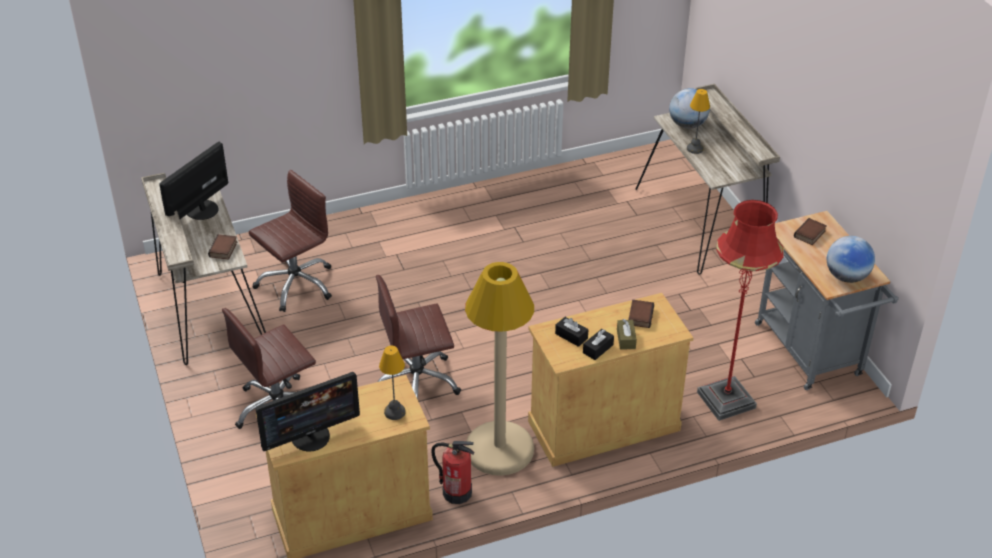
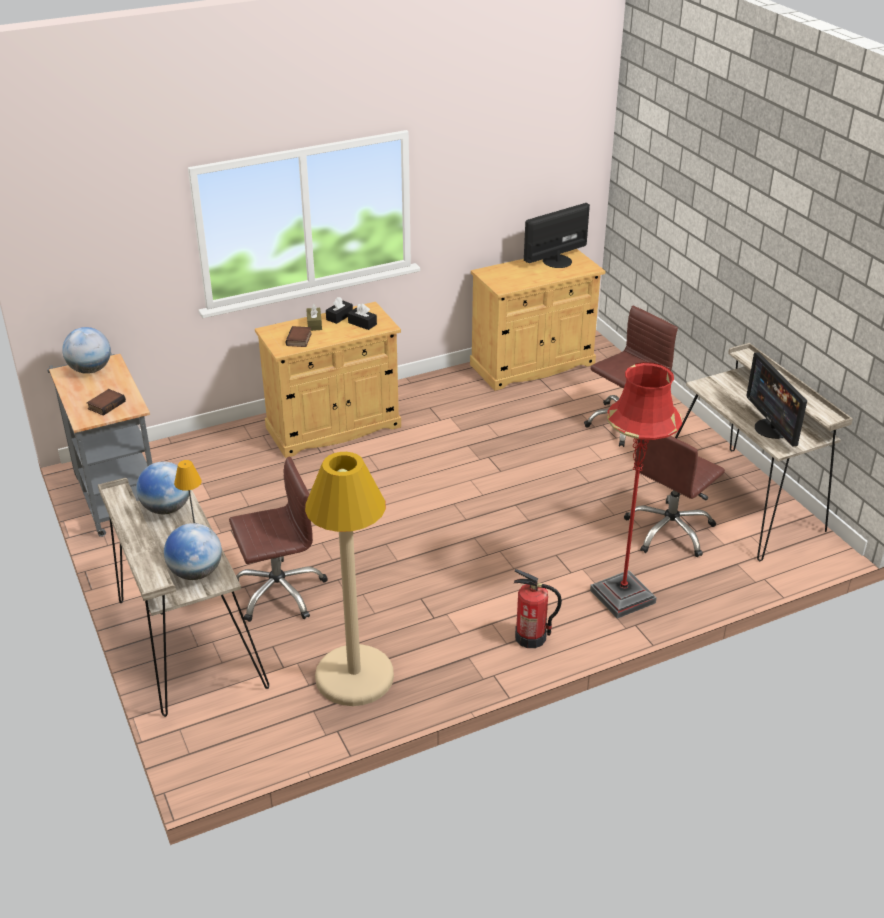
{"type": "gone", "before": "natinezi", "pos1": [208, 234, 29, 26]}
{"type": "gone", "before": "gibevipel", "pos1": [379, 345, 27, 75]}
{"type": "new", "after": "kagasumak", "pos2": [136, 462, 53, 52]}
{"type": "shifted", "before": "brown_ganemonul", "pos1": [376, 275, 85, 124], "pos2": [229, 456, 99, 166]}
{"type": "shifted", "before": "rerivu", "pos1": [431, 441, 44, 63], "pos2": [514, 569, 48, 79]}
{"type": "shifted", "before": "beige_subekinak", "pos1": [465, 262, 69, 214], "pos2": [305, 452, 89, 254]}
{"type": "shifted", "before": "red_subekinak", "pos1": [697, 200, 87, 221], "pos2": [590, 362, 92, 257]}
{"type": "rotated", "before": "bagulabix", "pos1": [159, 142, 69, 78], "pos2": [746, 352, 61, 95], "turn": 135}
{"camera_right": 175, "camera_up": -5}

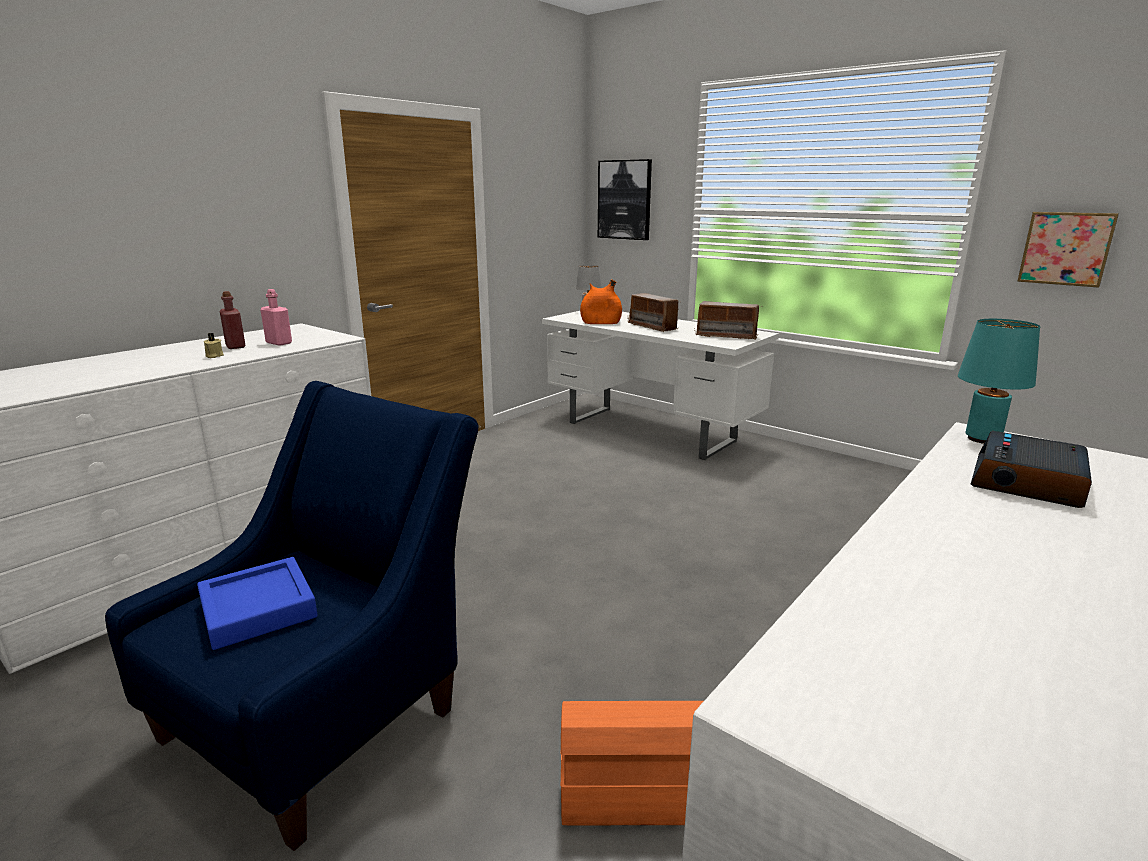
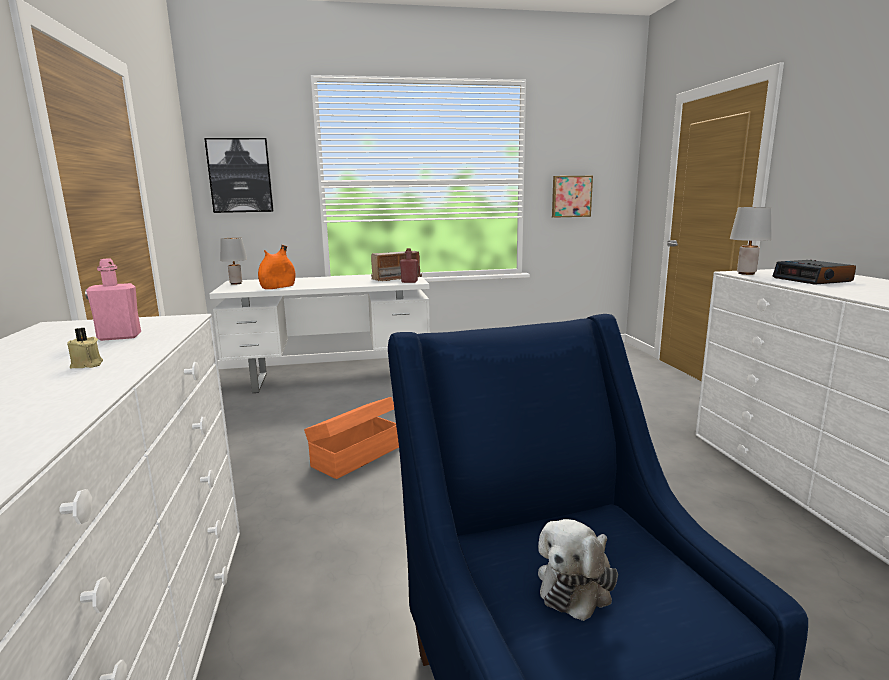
{"type": "gone", "before": "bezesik", "pos1": [628, 293, 52, 39]}
{"type": "shifted", "before": "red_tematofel", "pos1": [220, 291, 26, 58], "pos2": [400, 248, 18, 35]}
{"type": "shifted", "before": "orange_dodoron", "pos1": [560, 701, 144, 124], "pos2": [304, 397, 95, 82]}
{"type": "swapped", "before": "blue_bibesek", "after": "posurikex", "pos1": [197, 557, 120, 93], "pos2": [538, 519, 80, 102]}
{"type": "repainted", "before": "turquoise_gibevipel", "after": "grey_gibevipel", "pos1": [958, 319, 82, 125], "pos2": [730, 207, 41, 68]}
{"camera_right": -50, "camera_up": -5}

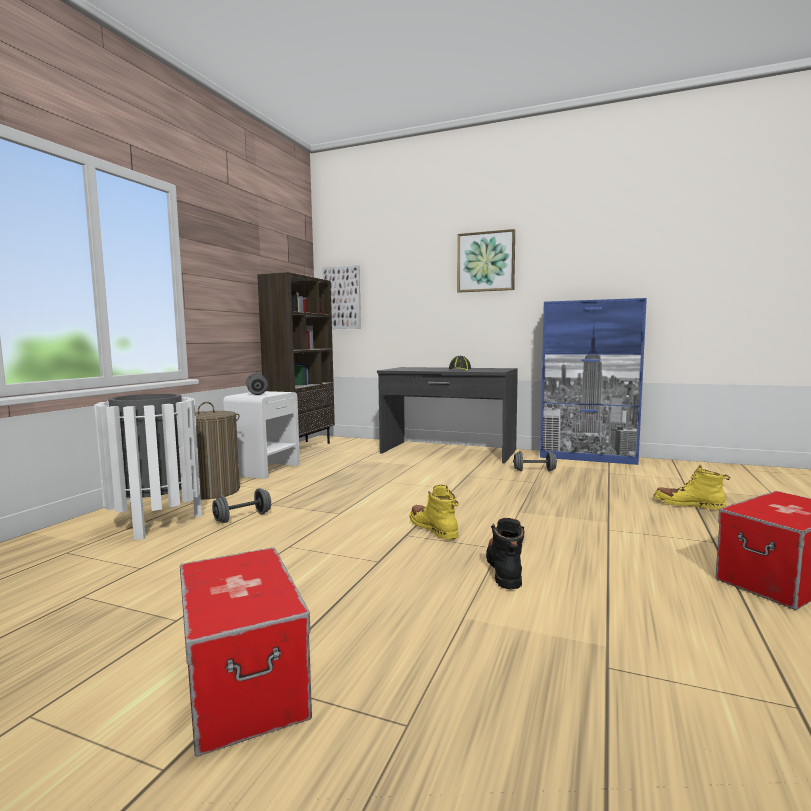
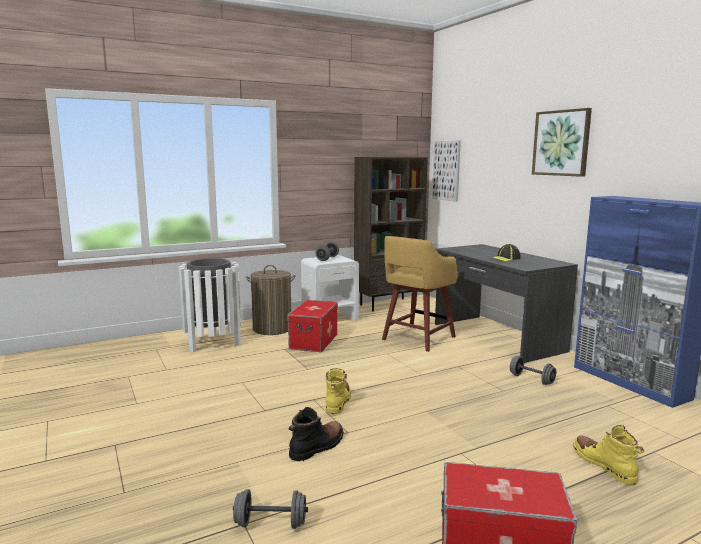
{"type": "new", "after": "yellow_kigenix", "pos2": [382, 236, 76, 116]}
{"type": "shifted", "before": "dodoron", "pos1": [180, 547, 132, 209], "pos2": [287, 300, 51, 52]}
{"type": "shifted", "before": "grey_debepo", "pos1": [212, 488, 59, 35], "pos2": [233, 489, 75, 40]}
{"camera_right": 40, "camera_up": 5}

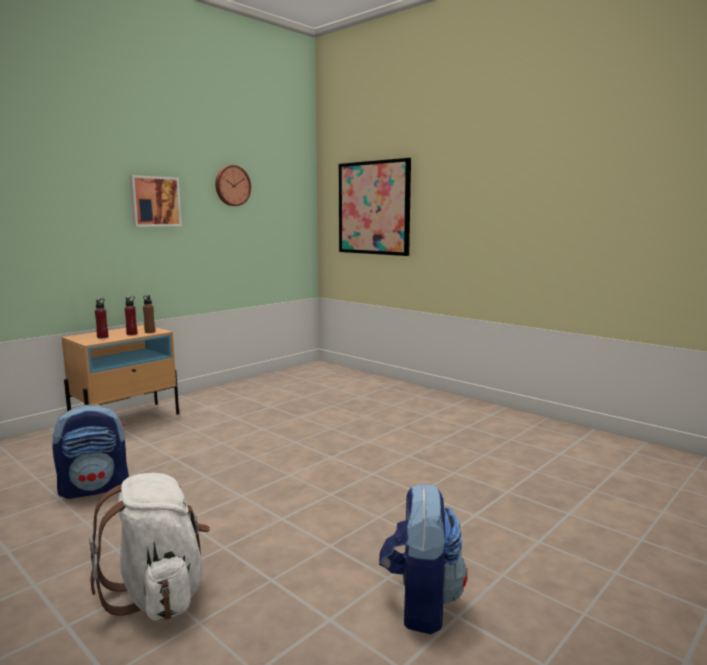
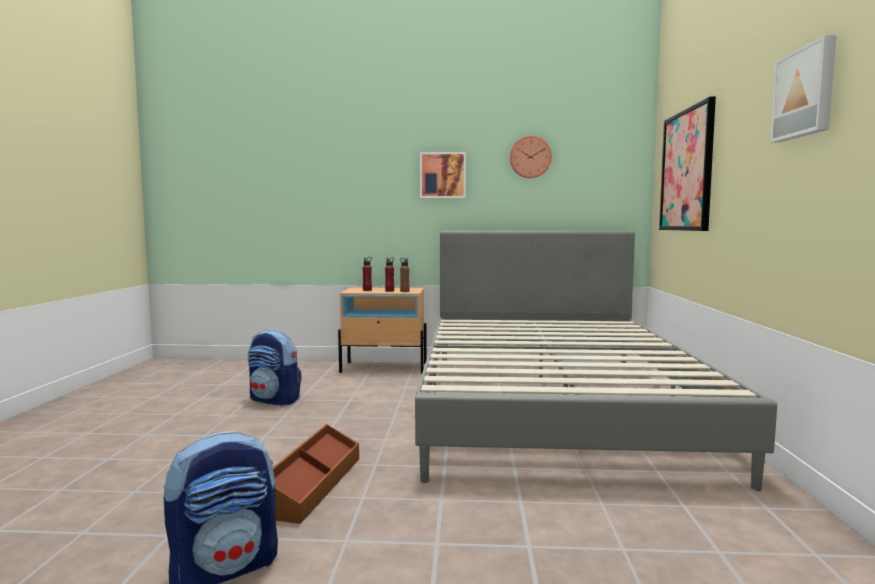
{"type": "gone", "before": "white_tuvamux", "pos1": [89, 473, 121, 148]}
{"type": "new", "after": "brown_dodoron", "pos2": [273, 424, 86, 100]}
{"type": "new", "after": "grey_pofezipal", "pos2": [415, 231, 362, 260]}
{"type": "new", "after": "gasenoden", "pos2": [770, 35, 66, 108]}
{"camera_right": 50, "camera_up": -5}

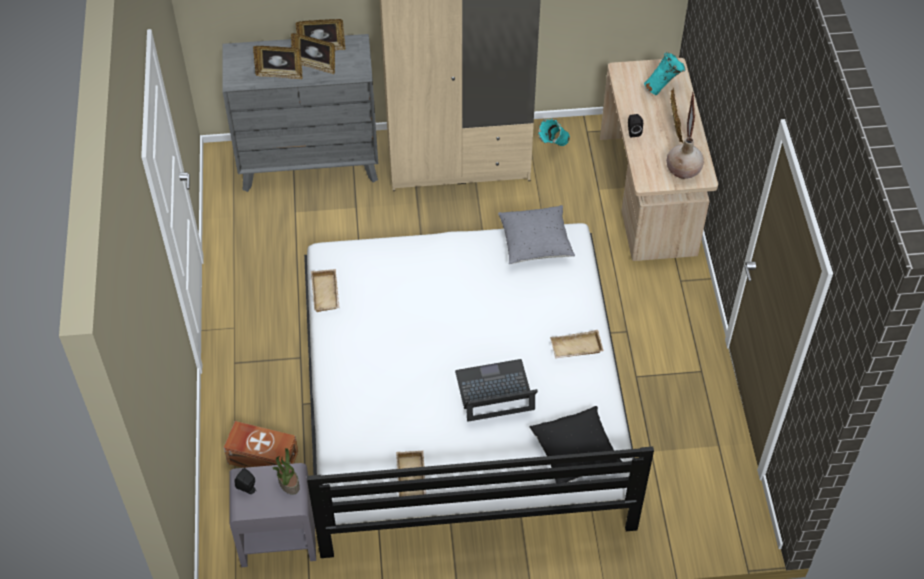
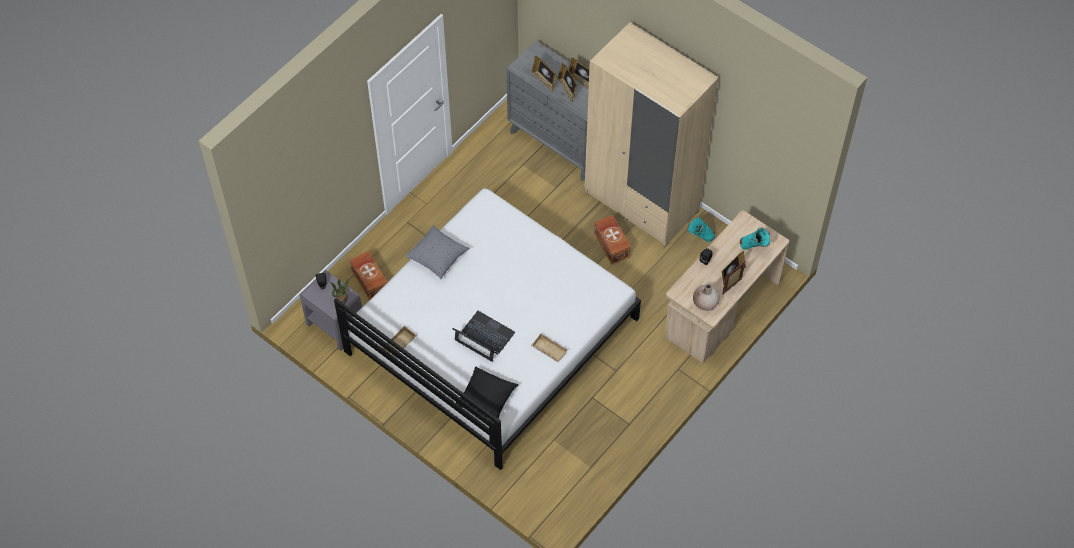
{"type": "gone", "before": "beige_bibesek", "pos1": [311, 269, 29, 43]}
{"type": "new", "after": "brown_dodoron", "pos2": [594, 215, 37, 50]}
{"type": "shifted", "before": "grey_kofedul", "pos1": [498, 205, 77, 59], "pos2": [405, 225, 64, 54]}
{"camera_right": 45, "camera_up": 5}

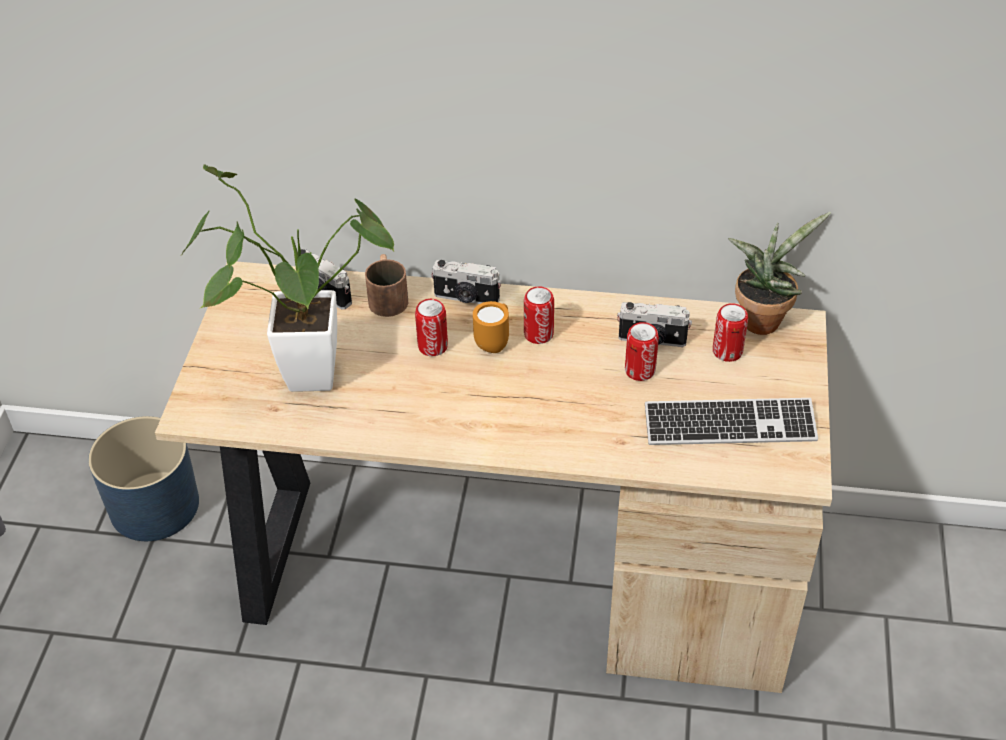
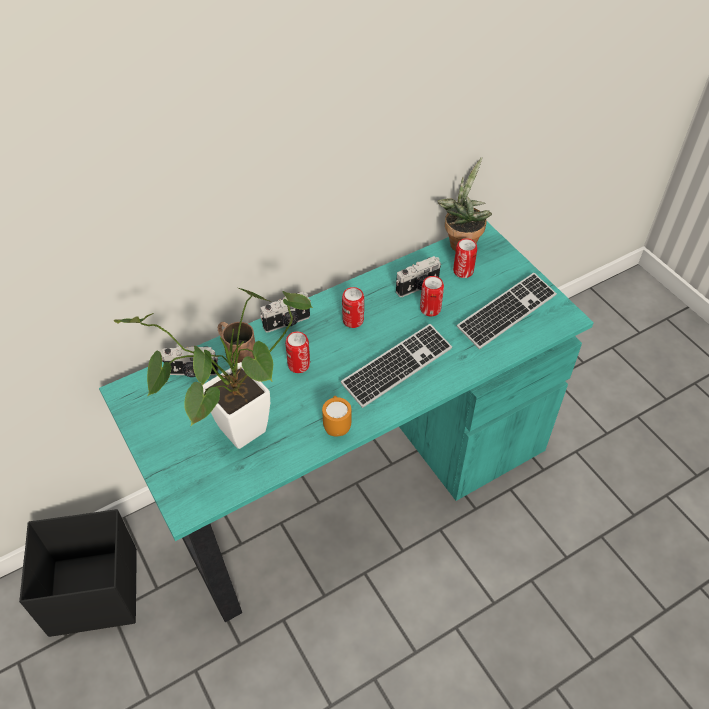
{"type": "new", "after": "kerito", "pos2": [341, 324, 111, 84]}
{"type": "shifted", "before": "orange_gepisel", "pos1": [473, 301, 36, 52], "pos2": [322, 396, 29, 40]}
{"type": "swapped", "before": "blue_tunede", "after": "black_dodoron", "pos1": [88, 416, 111, 125], "pos2": [19, 509, 118, 128]}
{"type": "repainted", "before": "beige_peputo", "after": "turquoise_peputo", "pos1": [155, 261, 677, 432], "pos2": [99, 221, 495, 401]}
{"camera_right": -40, "camera_up": 5}

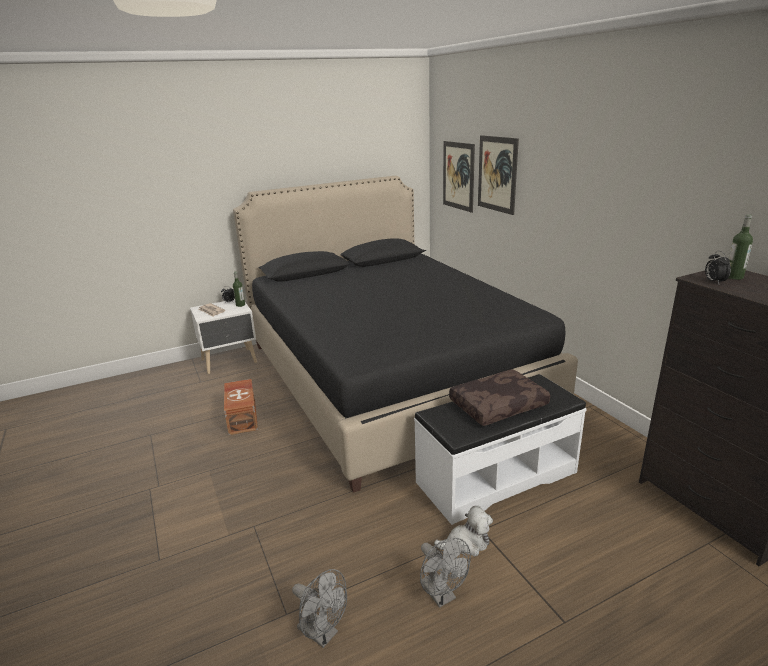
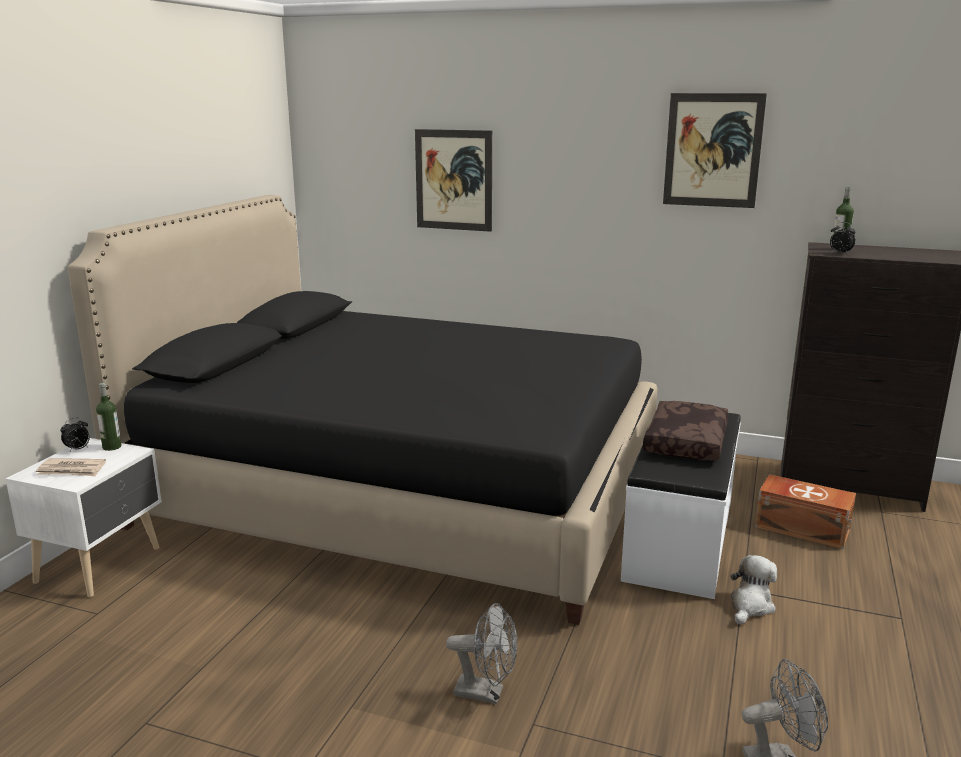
{"type": "shifted", "before": "brown_dodoron", "pos1": [224, 379, 34, 56], "pos2": [755, 474, 101, 75]}
{"type": "shifted", "before": "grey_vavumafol", "pos1": [420, 538, 51, 70], "pos2": [446, 603, 71, 101]}
{"type": "shifted", "before": "gasenoden", "pos1": [443, 141, 32, 72], "pos2": [663, 93, 104, 115]}
{"camera_right": -45, "camera_up": -5}

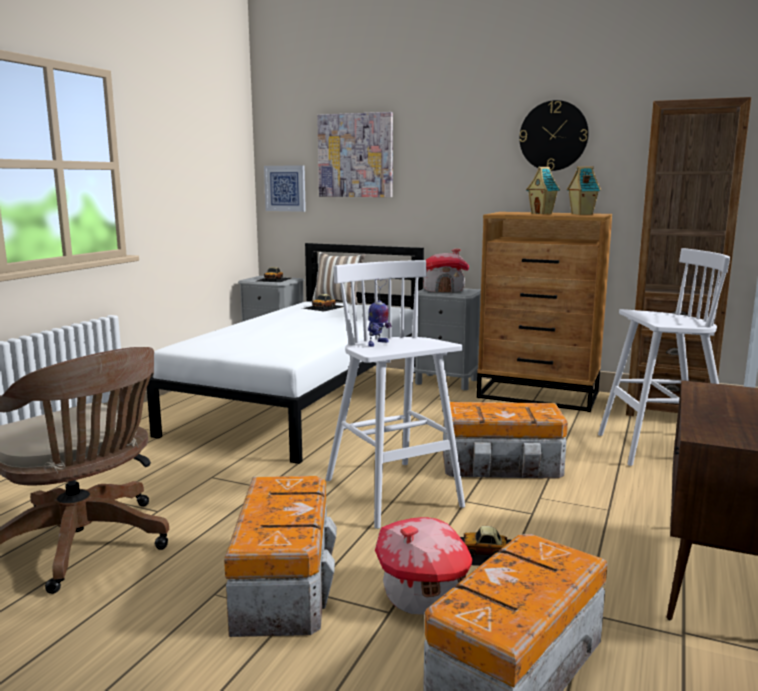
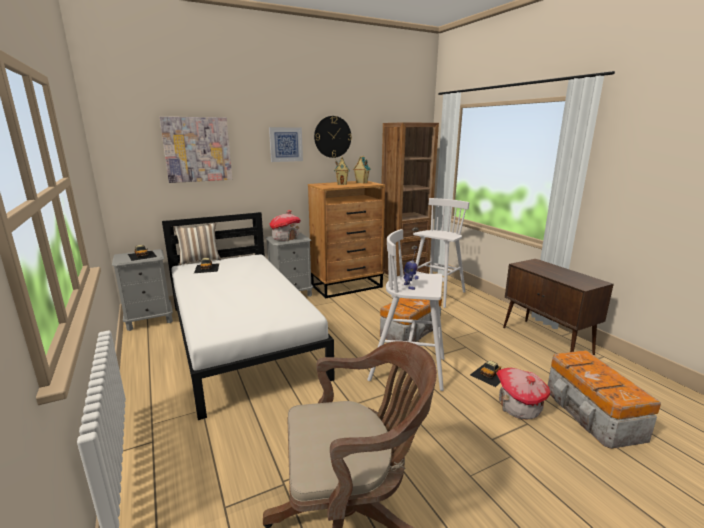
{"type": "gone", "before": "dodoron", "pos1": [224, 476, 113, 161]}
{"type": "shifted", "before": "gasenoden", "pos1": [264, 165, 42, 47], "pos2": [269, 127, 34, 35]}
{"camera_right": -50, "camera_up": 5}

